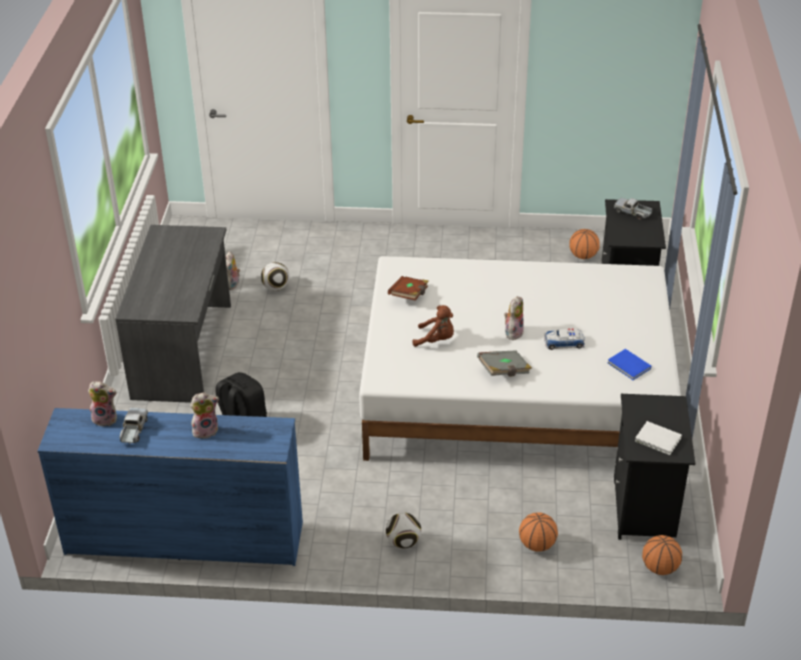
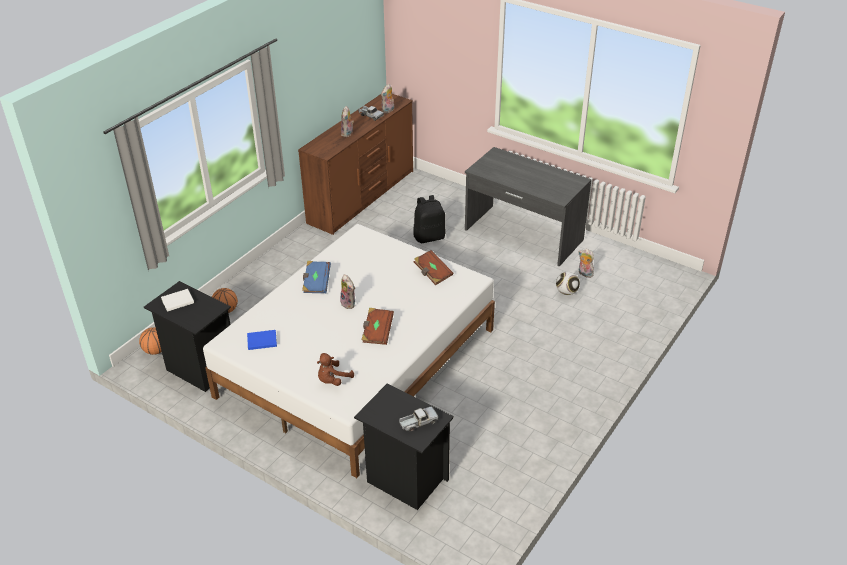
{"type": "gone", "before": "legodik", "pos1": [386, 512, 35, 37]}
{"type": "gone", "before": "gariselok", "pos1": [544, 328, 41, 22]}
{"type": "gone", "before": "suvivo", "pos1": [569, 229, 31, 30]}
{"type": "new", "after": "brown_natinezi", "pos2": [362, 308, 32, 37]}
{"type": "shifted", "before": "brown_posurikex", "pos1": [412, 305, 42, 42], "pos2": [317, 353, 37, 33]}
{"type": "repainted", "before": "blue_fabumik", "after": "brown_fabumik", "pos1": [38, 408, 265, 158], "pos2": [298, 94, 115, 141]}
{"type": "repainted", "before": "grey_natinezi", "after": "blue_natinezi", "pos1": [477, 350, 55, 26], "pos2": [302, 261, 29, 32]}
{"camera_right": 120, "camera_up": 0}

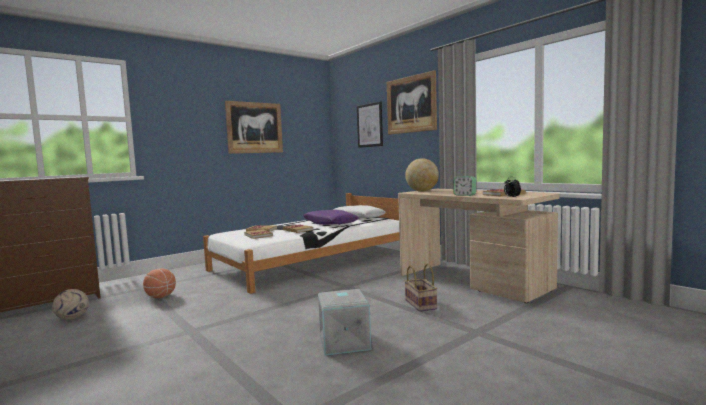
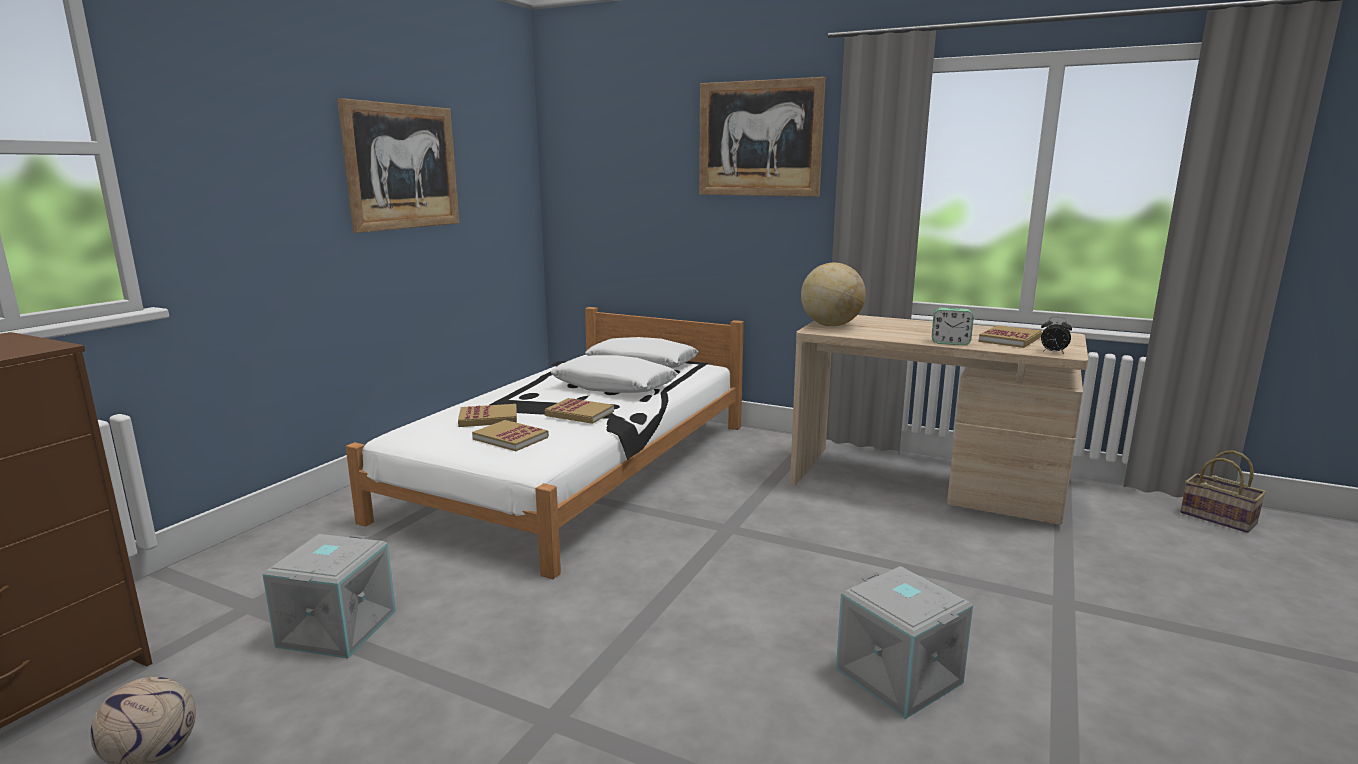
{"type": "gone", "before": "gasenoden", "pos1": [357, 102, 26, 46]}
{"type": "shifted", "before": "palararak", "pos1": [404, 263, 33, 49], "pos2": [1180, 450, 86, 83]}
{"type": "swapped", "before": "suvivo", "after": "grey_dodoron", "pos1": [143, 268, 33, 30], "pos2": [262, 534, 134, 124]}
{"type": "repainted", "before": "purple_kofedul", "after": "white_kofedul", "pos1": [303, 210, 56, 15], "pos2": [551, 355, 127, 38]}
{"camera_right": -25, "camera_up": 10}

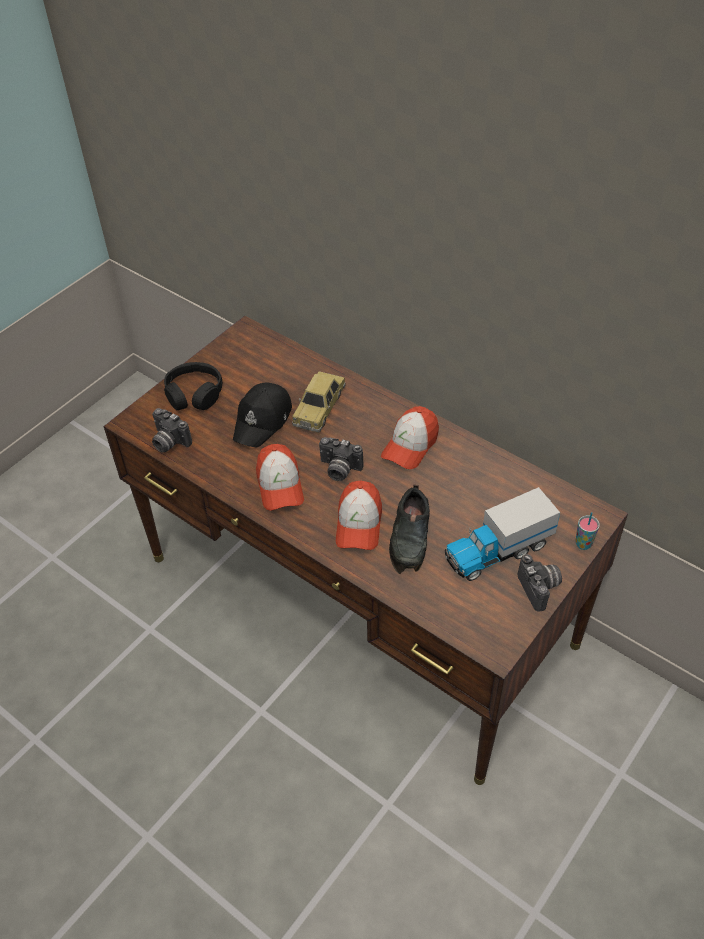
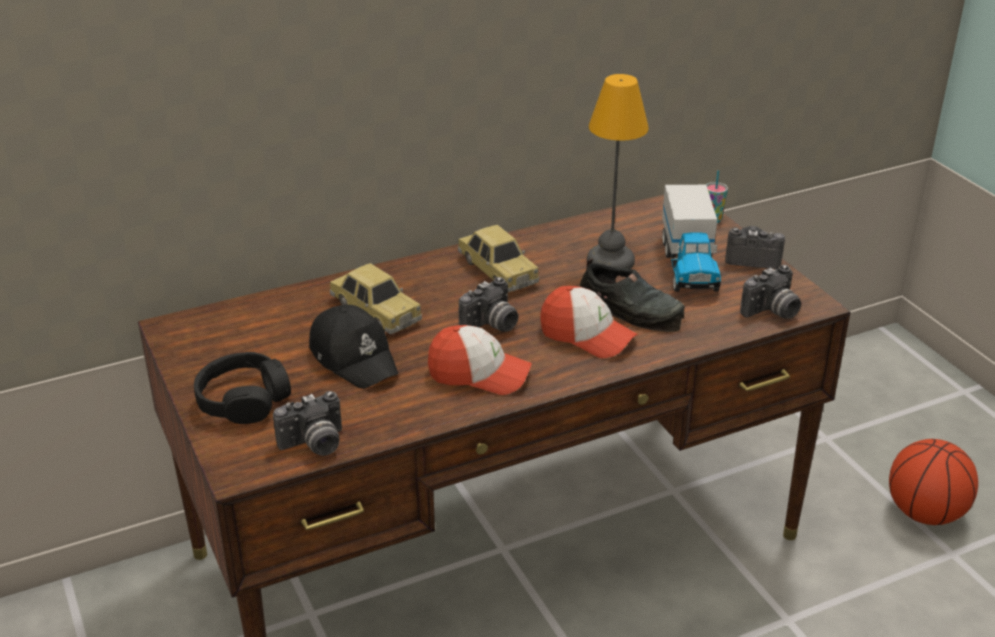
{"type": "new", "after": "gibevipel", "pos2": [587, 74, 62, 195]}
{"type": "new", "after": "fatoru", "pos2": [740, 265, 61, 54]}
{"type": "new", "after": "suvivo", "pos2": [889, 439, 89, 86]}
{"type": "swapped", "before": "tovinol", "after": "gariselok", "pos1": [381, 406, 58, 63], "pos2": [458, 225, 81, 67]}
{"camera_right": -65, "camera_up": -15}

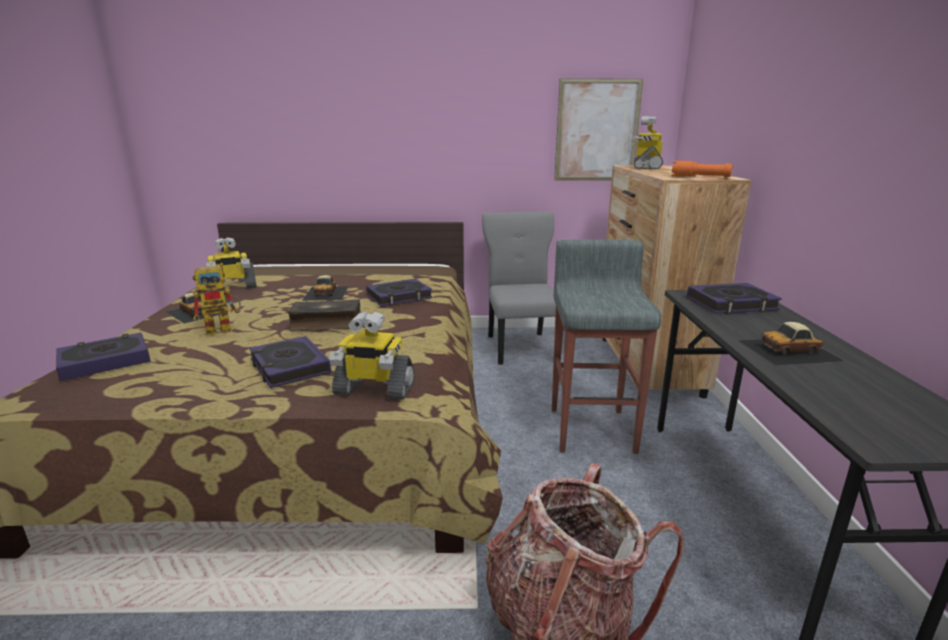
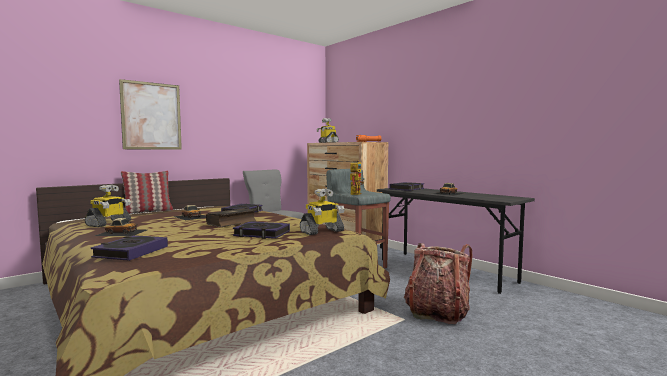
{"type": "new", "after": "kofedul", "pos2": [121, 171, 52, 43]}
{"type": "shifted", "before": "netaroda", "pos1": [192, 263, 49, 72], "pos2": [350, 160, 14, 35]}
{"type": "shifted", "before": "gasenoden", "pos1": [555, 79, 88, 102], "pos2": [119, 79, 63, 70]}
{"camera_right": -40, "camera_up": -15}

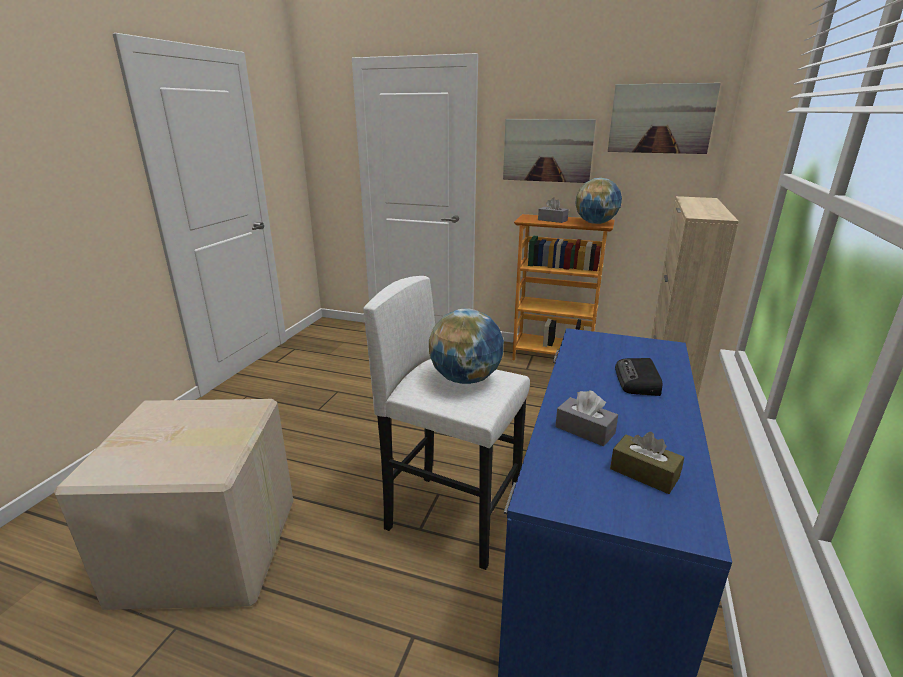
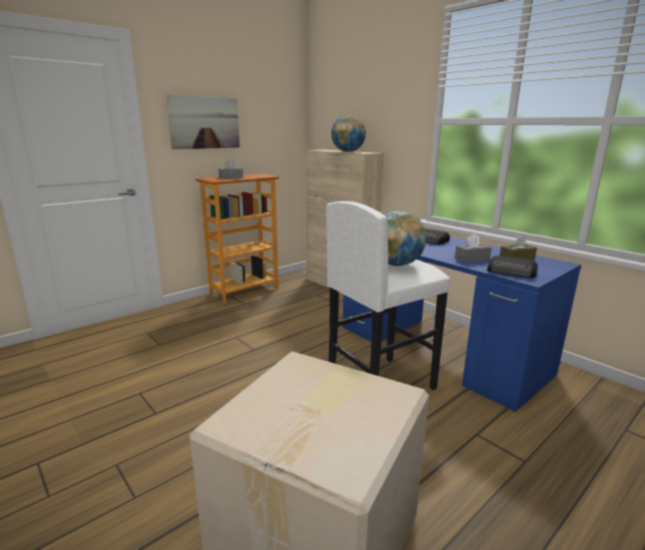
{"type": "gone", "before": "gasenoden", "pos1": [608, 83, 113, 71]}
{"type": "new", "after": "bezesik", "pos2": [487, 256, 51, 22]}
{"type": "shifted", "before": "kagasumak", "pos1": [575, 178, 47, 46], "pos2": [331, 115, 35, 37]}
{"camera_right": -60, "camera_up": -5}

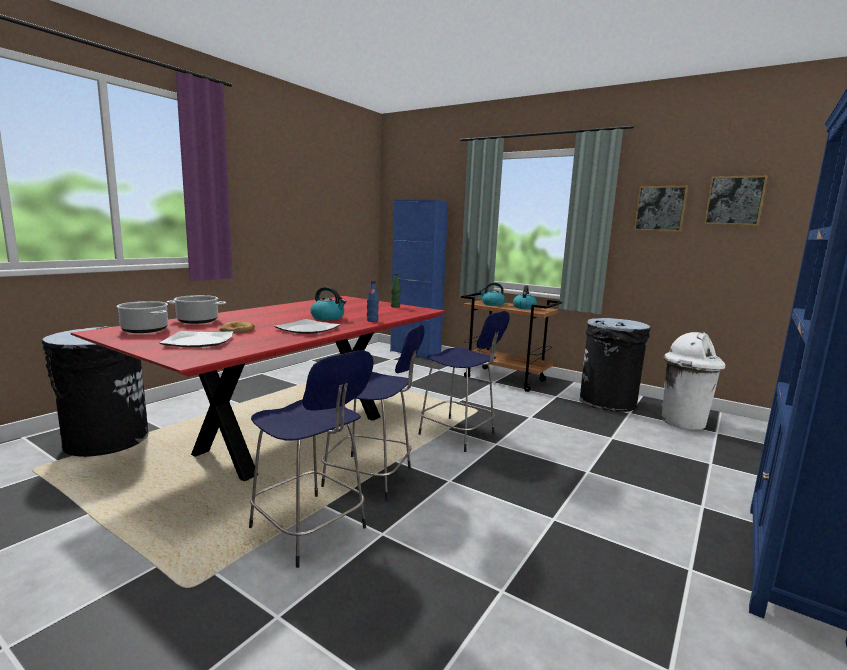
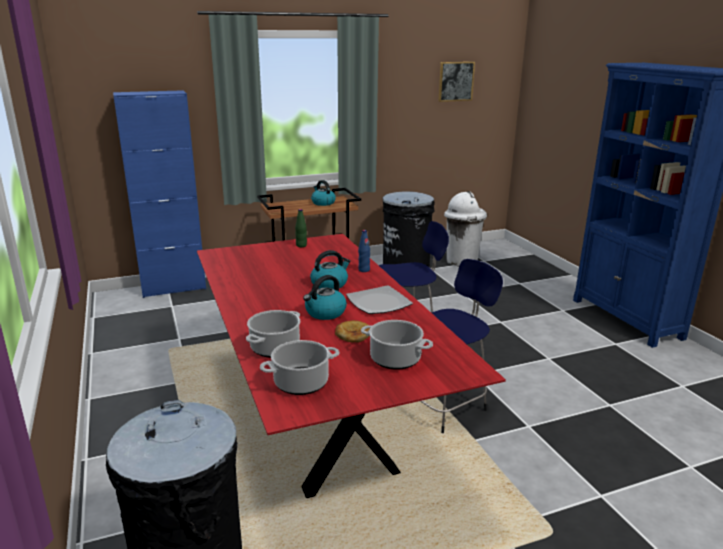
{"type": "gone", "before": "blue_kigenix", "pos1": [249, 350, 125, 218]}
{"type": "gone", "before": "gasenoden", "pos1": [634, 186, 54, 46]}
{"type": "shifted", "before": "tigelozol", "pos1": [479, 283, 26, 23], "pos2": [303, 275, 44, 45]}
{"type": "swapped", "before": "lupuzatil", "after": "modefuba", "pos1": [160, 331, 73, 16], "pos2": [361, 320, 72, 50]}
{"camera_right": -55, "camera_up": 10}

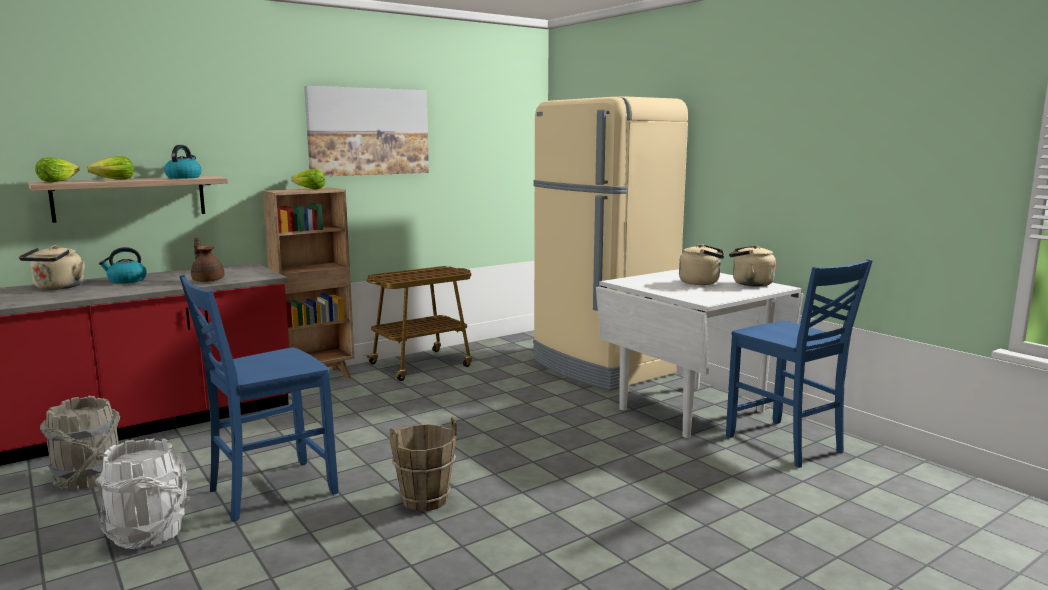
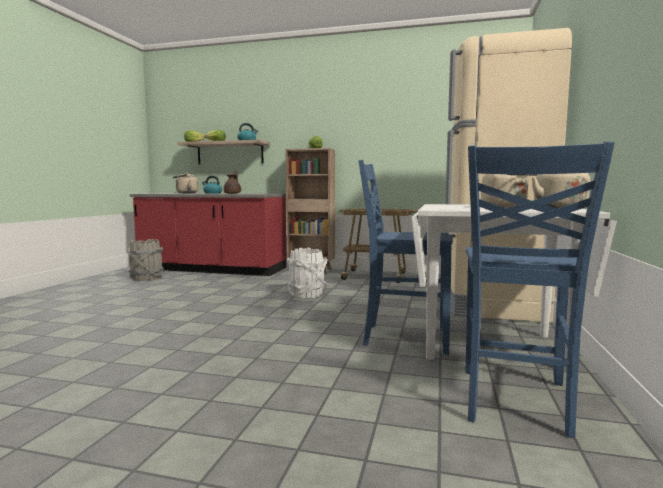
{"type": "gone", "before": "gasenoden", "pos1": [304, 86, 125, 90]}
{"type": "gone", "before": "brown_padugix", "pos1": [390, 417, 67, 94]}
{"type": "shifted", "before": "white_padugix", "pos1": [95, 438, 95, 111], "pos2": [287, 248, 40, 50]}
{"type": "shifted", "before": "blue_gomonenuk", "pos1": [180, 274, 158, 248], "pos2": [359, 160, 94, 194]}
{"camera_right": 50, "camera_up": -5}

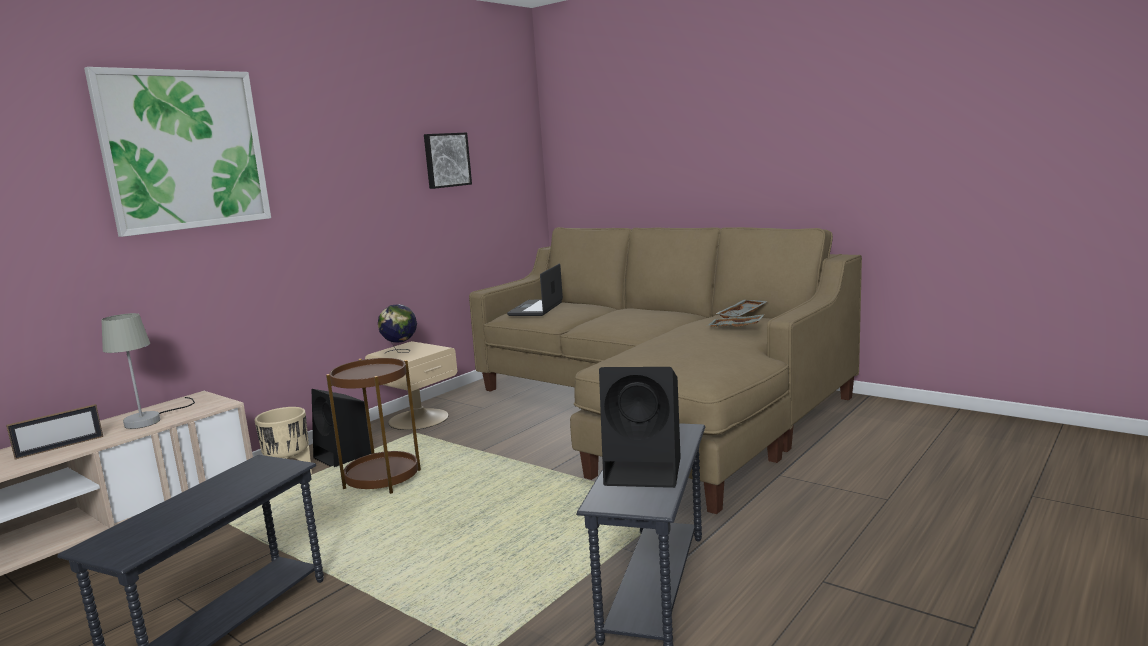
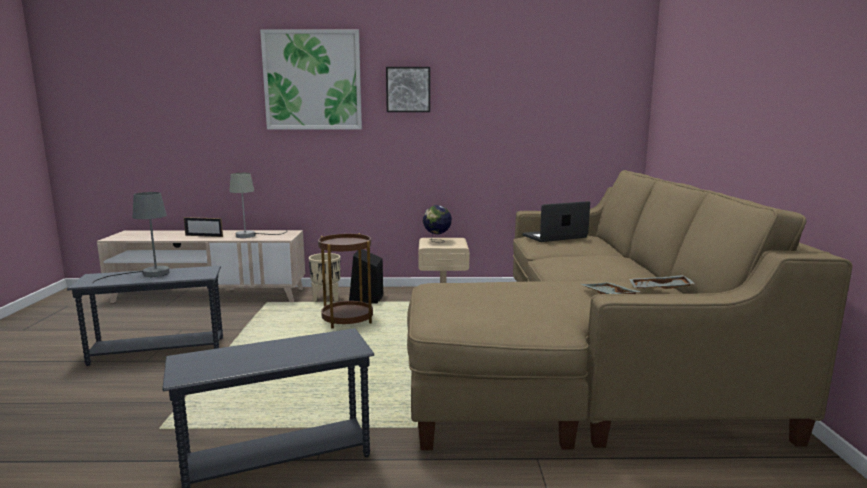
{"type": "gone", "before": "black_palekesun", "pos1": [599, 367, 82, 121]}
{"type": "new", "after": "grey_gibevipel", "pos2": [92, 192, 78, 91]}
{"type": "shifted", "before": "gasenoden", "pos1": [424, 132, 48, 57], "pos2": [386, 67, 44, 45]}
{"camera_right": 50, "camera_up": 0}

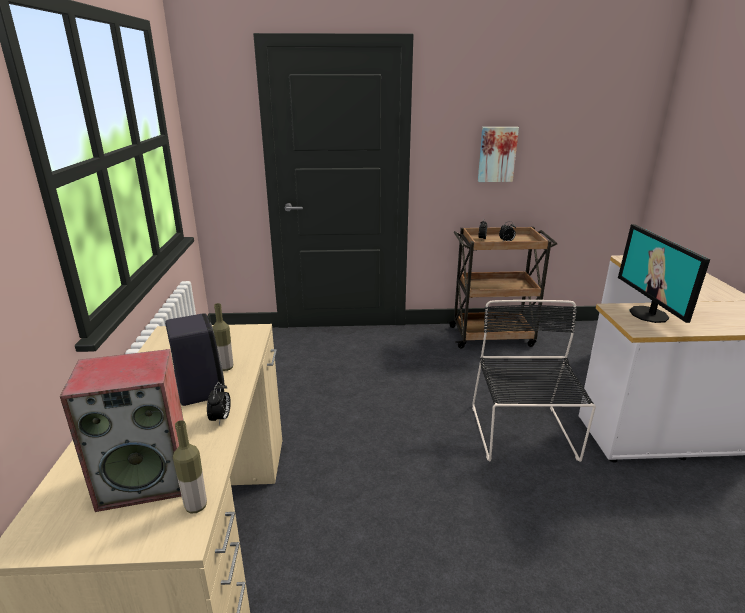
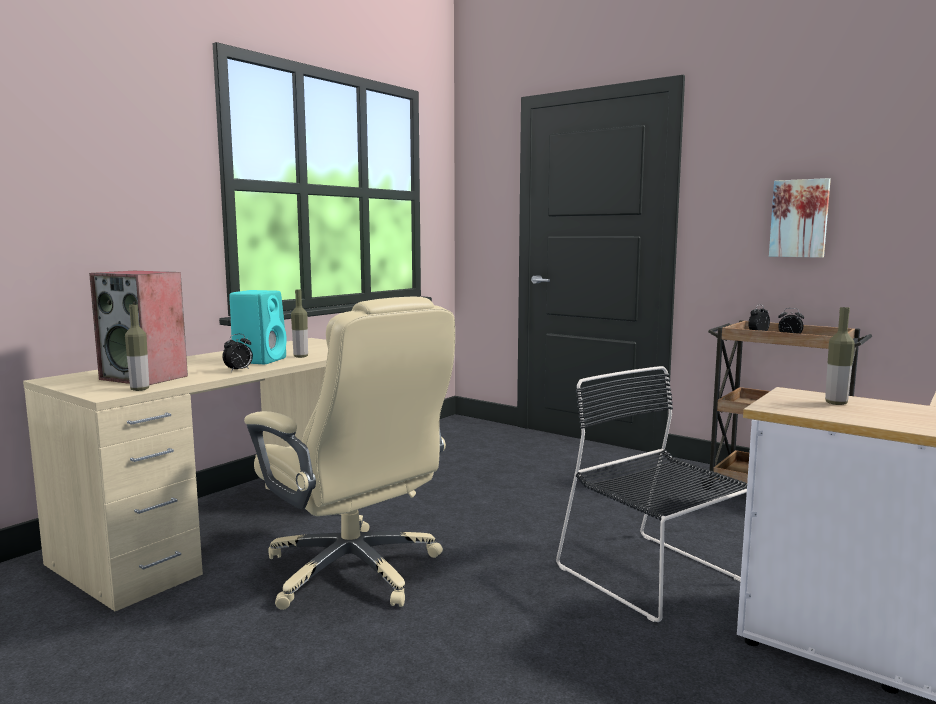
{"type": "new", "after": "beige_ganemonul", "pos2": [244, 297, 211, 313]}
{"type": "swapped", "before": "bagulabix", "after": "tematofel", "pos1": [618, 224, 92, 99], "pos2": [825, 307, 30, 98]}
{"type": "repainted", "before": "black_palekesun", "after": "turquoise_palekesun", "pos1": [165, 313, 59, 93], "pos2": [229, 290, 58, 74]}
{"type": "rotated", "before": "black_gomonenuk", "pos1": [472, 300, 124, 162], "pos2": [556, 366, 191, 256], "turn": -75}
{"camera_right": 40, "camera_up": -15}

